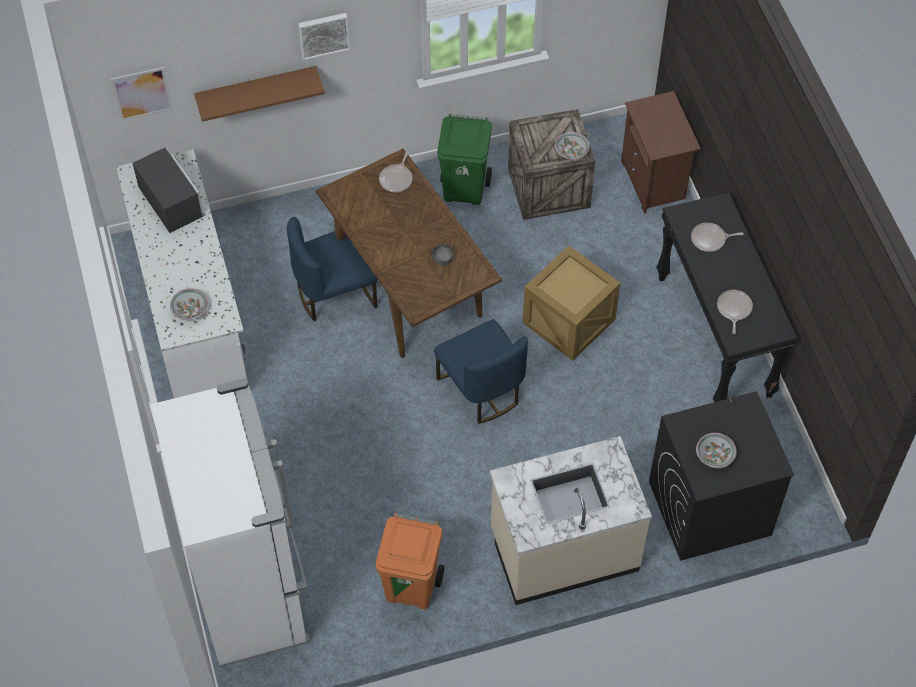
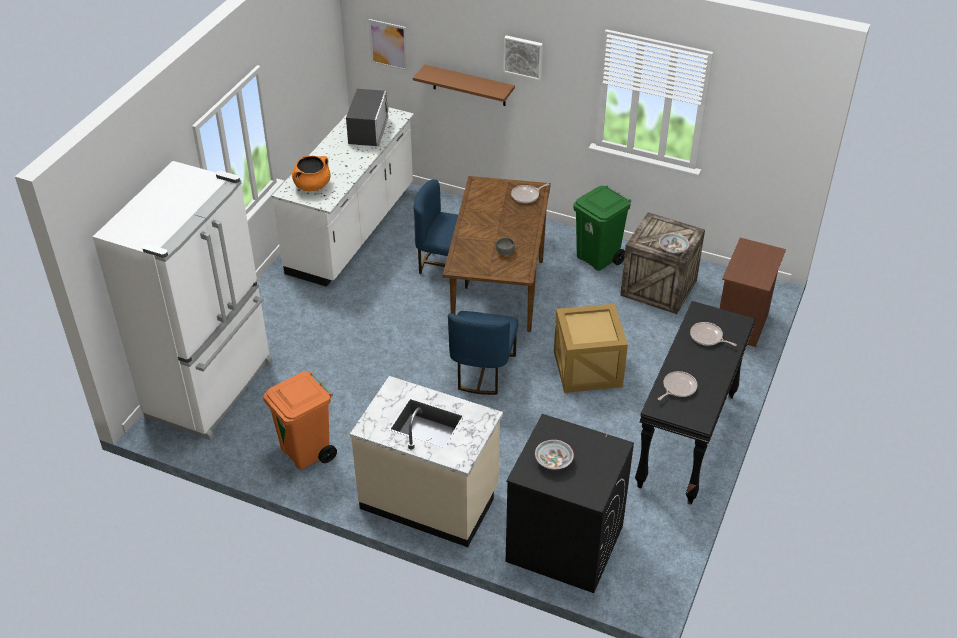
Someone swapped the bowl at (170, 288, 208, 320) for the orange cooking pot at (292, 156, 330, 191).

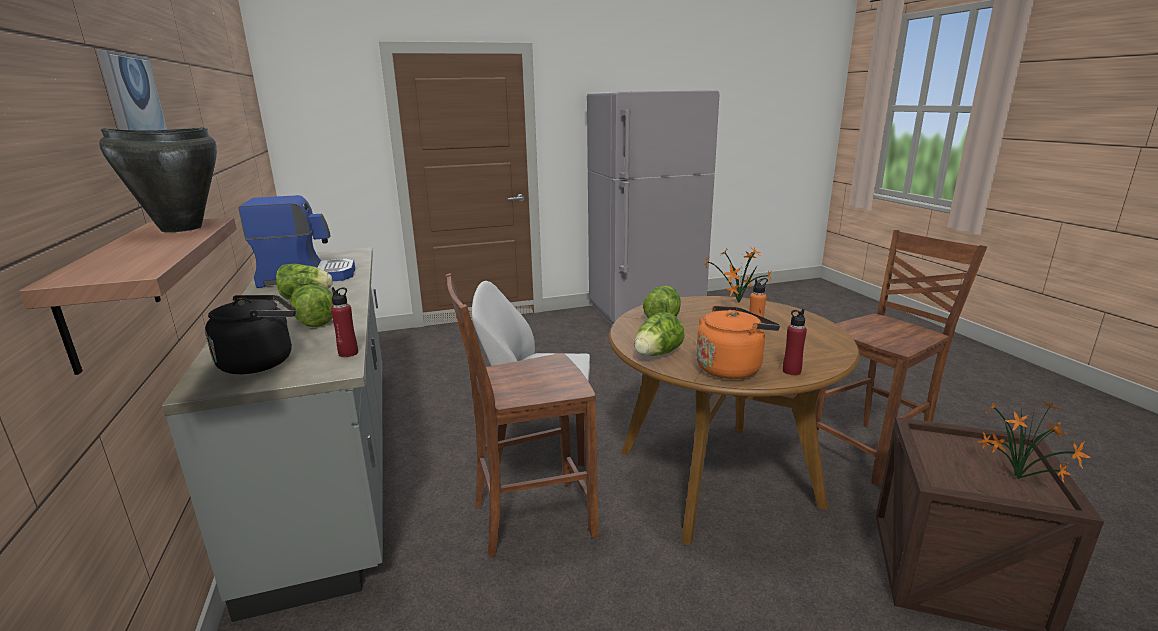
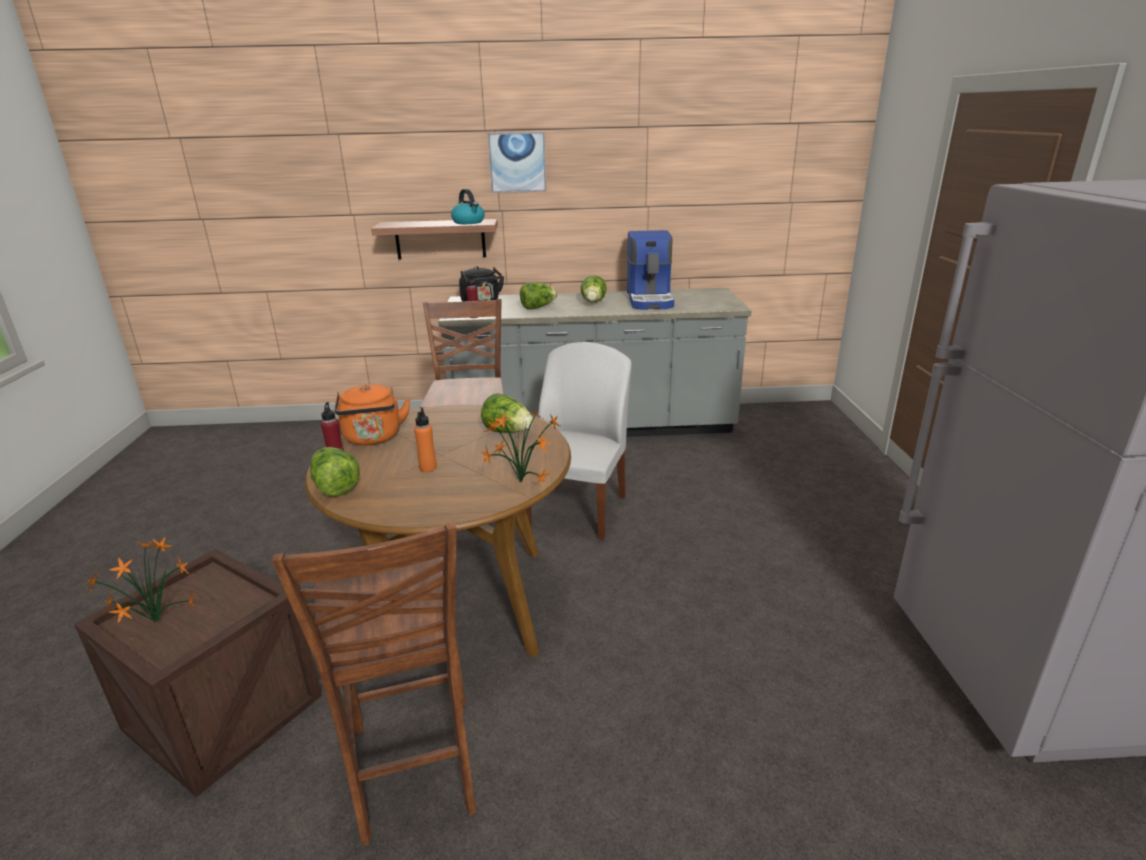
Someone carried the lettuce from (634, 312, 685, 356) to (310, 447, 360, 497). Someone swapped the black cooking pot at (99, 127, 217, 232) for the kettle at (451, 189, 485, 224).

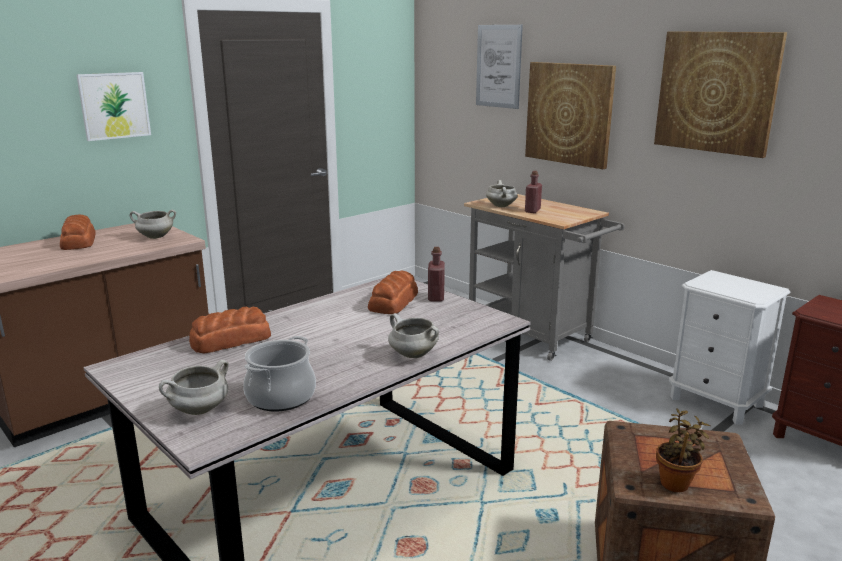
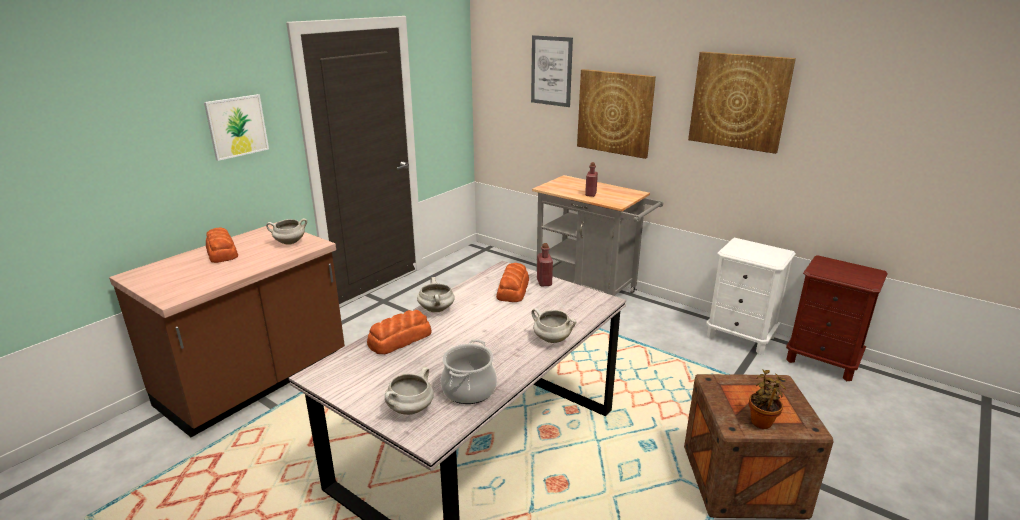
Someone carried the white cooking pot from (486, 180, 518, 207) to (417, 277, 455, 312).

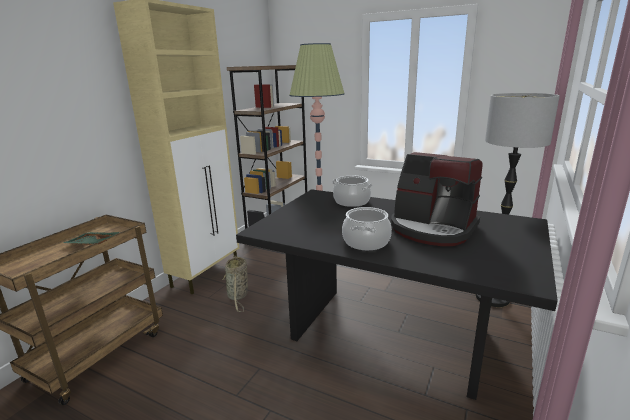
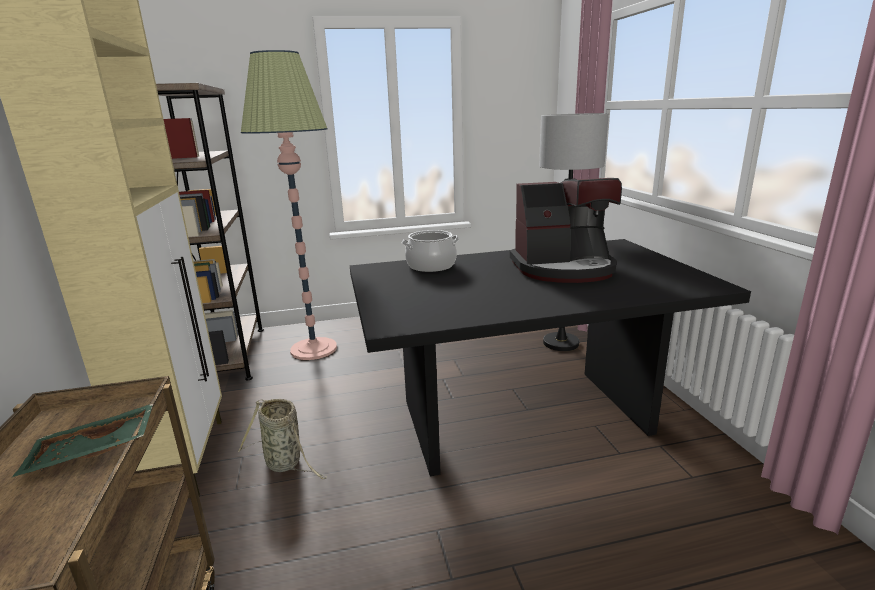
Someone took away the cooking pot at (342, 207, 392, 250).

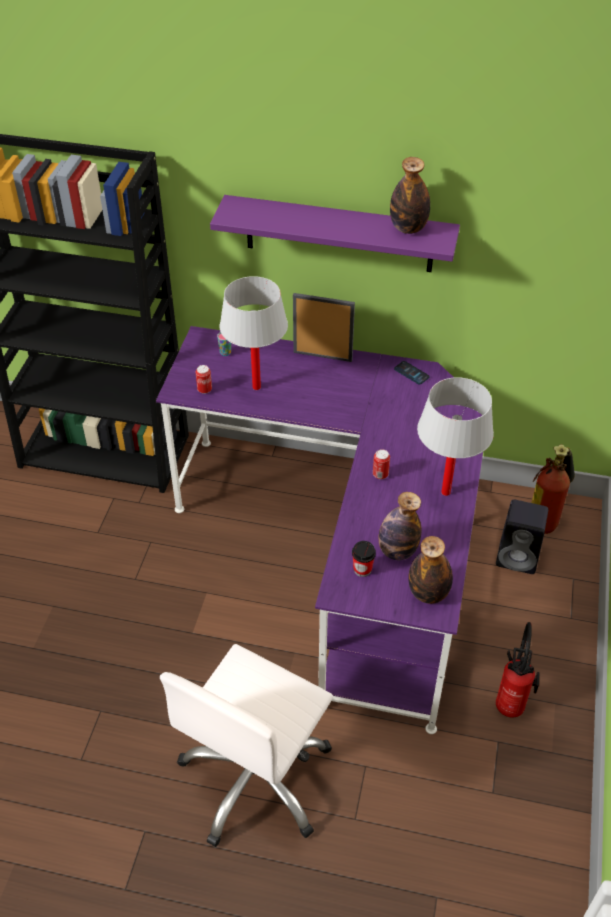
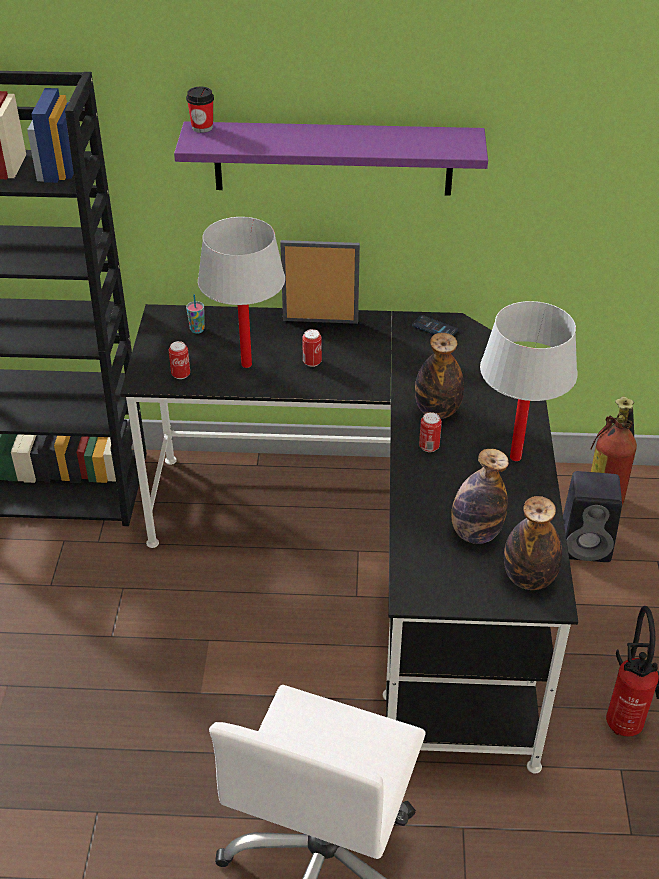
Someone repainted the purple desk at (156, 326, 483, 734), which became the black desk at (120, 304, 578, 773). Someone carried the cup from (352, 541, 376, 577) to (186, 87, 214, 133). Someone put down the can at (302, 329, 322, 367). Someone carried the bottle from (390, 157, 430, 234) to (415, 333, 464, 419).

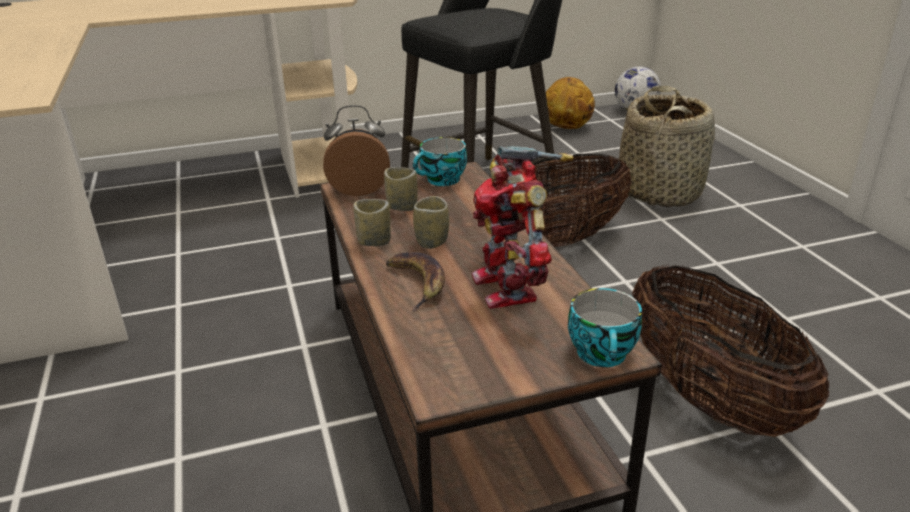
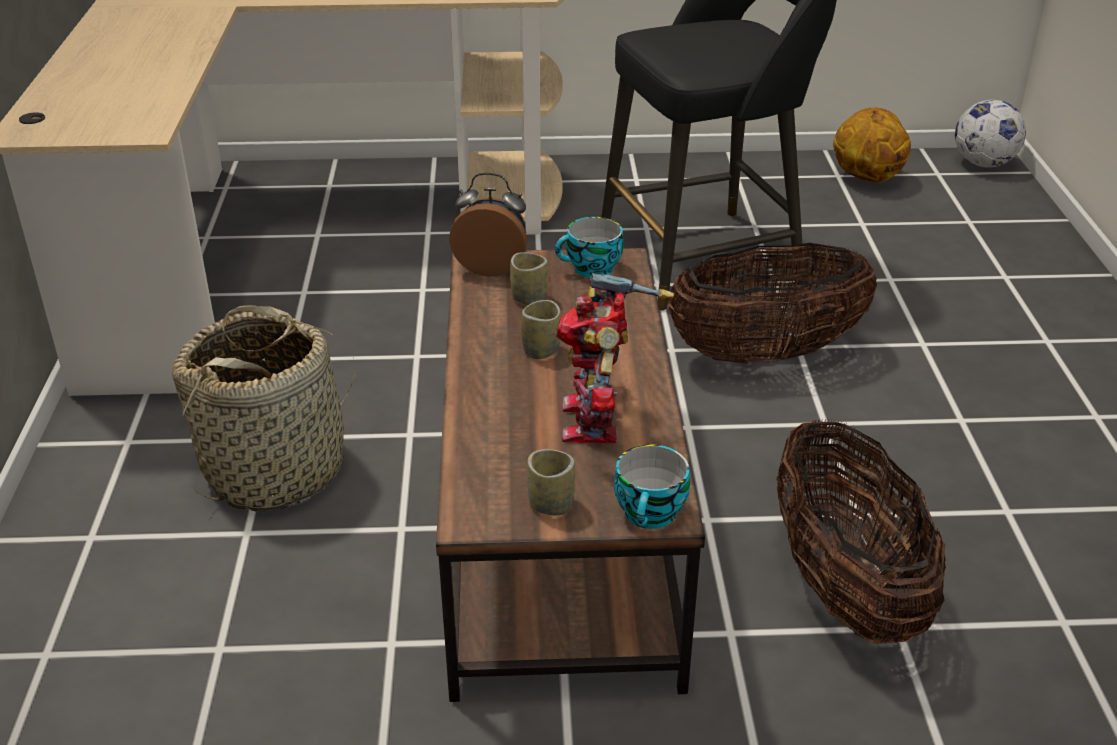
Someone carried the basket from (619, 86, 715, 207) to (172, 305, 355, 512). Someone carried the cup from (353, 199, 391, 246) to (527, 449, 575, 515). Someone took away the banana at (386, 252, 445, 312).

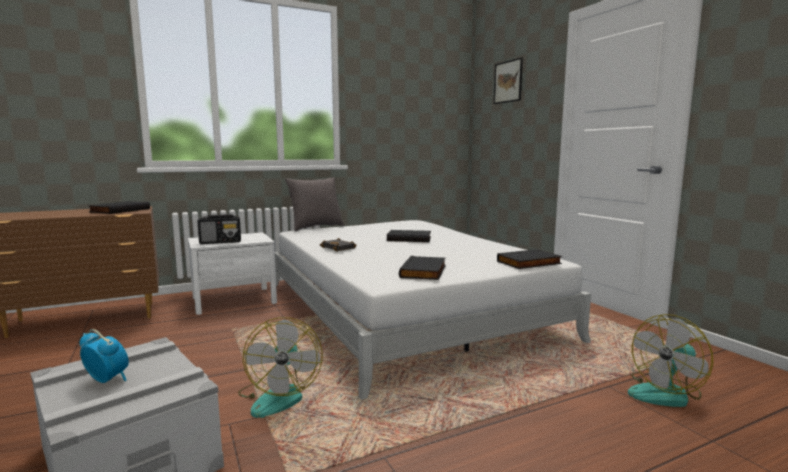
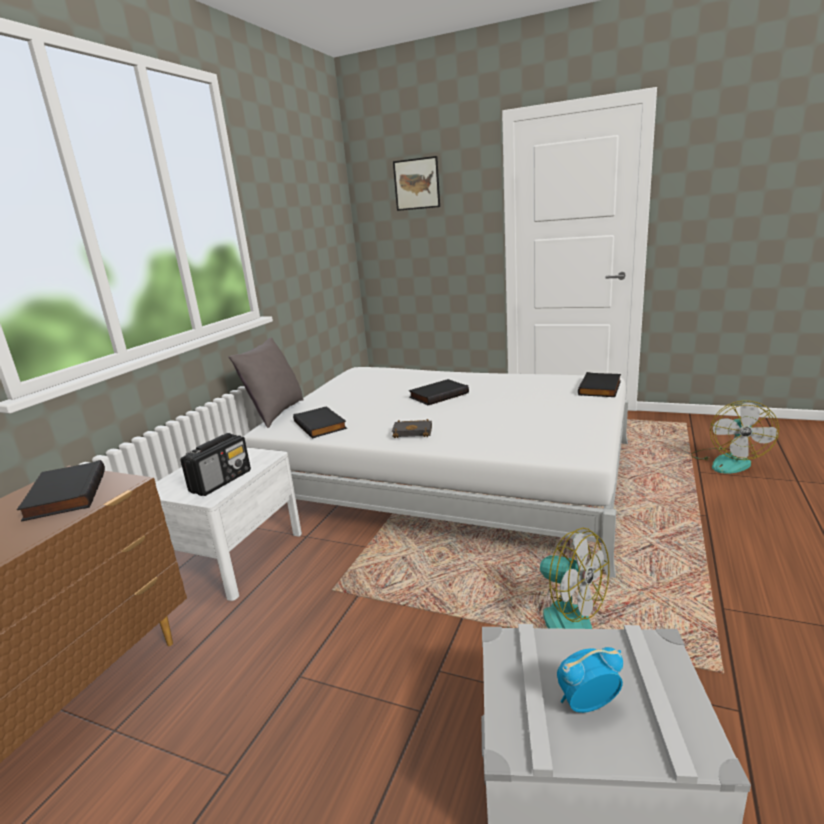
Someone carried the black book from (399, 256, 446, 280) to (293, 406, 347, 438).

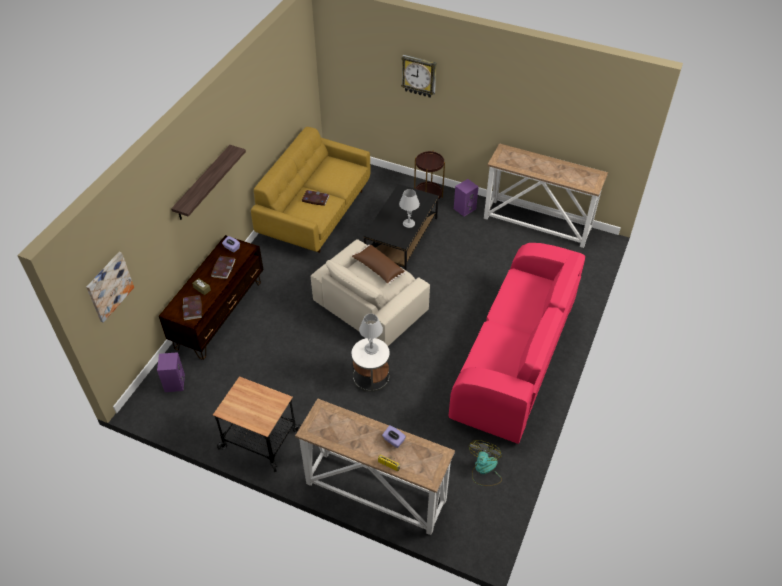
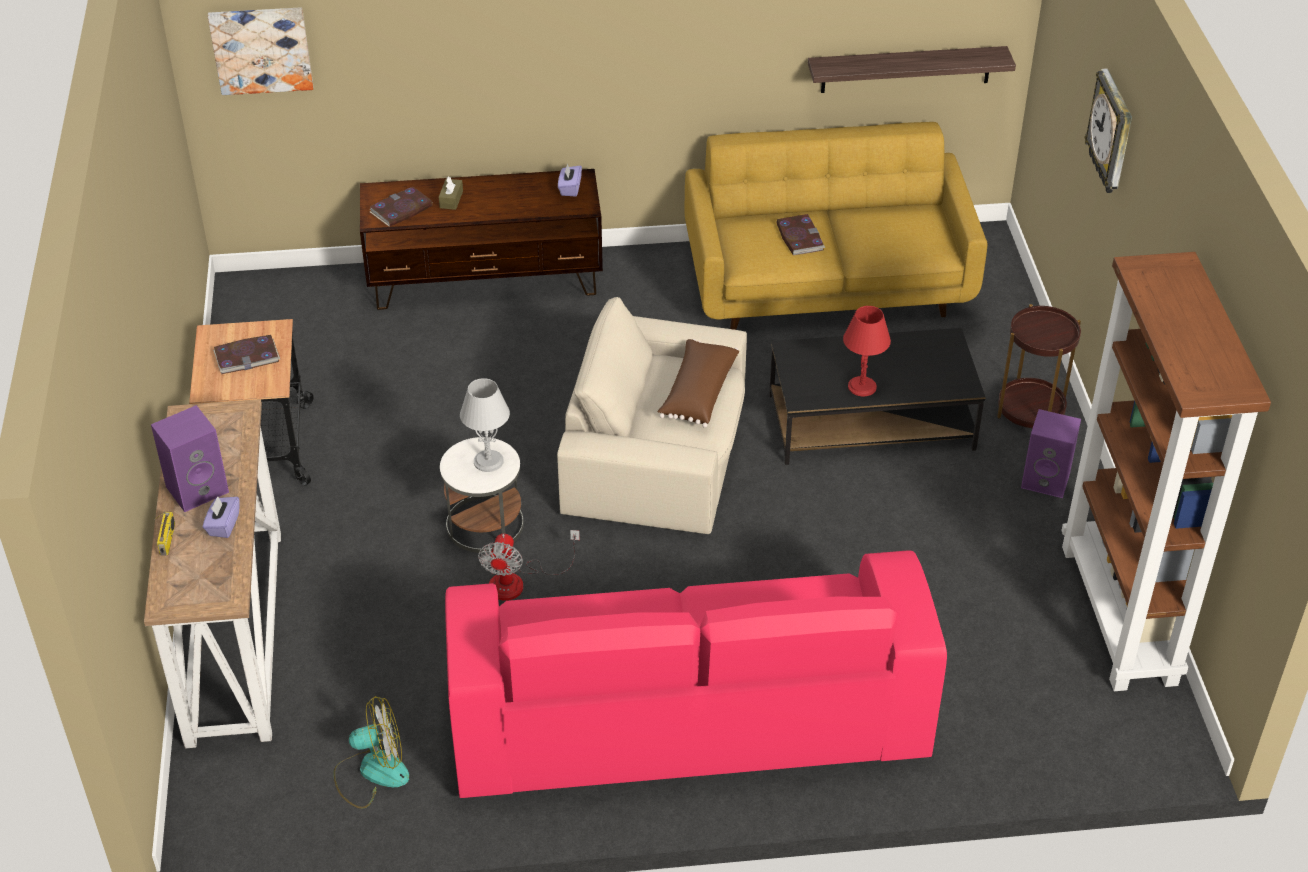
Someone carried the purple speaker from (157, 352, 185, 392) to (151, 405, 229, 512). Someone carried the book from (211, 256, 236, 279) to (213, 335, 280, 374). Someone put down the fan at (478, 530, 580, 601). Someone carried the shelf from (171, 145, 246, 220) to (808, 46, 1016, 93). Someone repainted the grey table lamp at (399, 189, 420, 228), which became the red table lamp at (843, 306, 891, 396). Someone swapped the console table at (484, 143, 608, 248) for the brown bookcase at (1061, 252, 1271, 691).

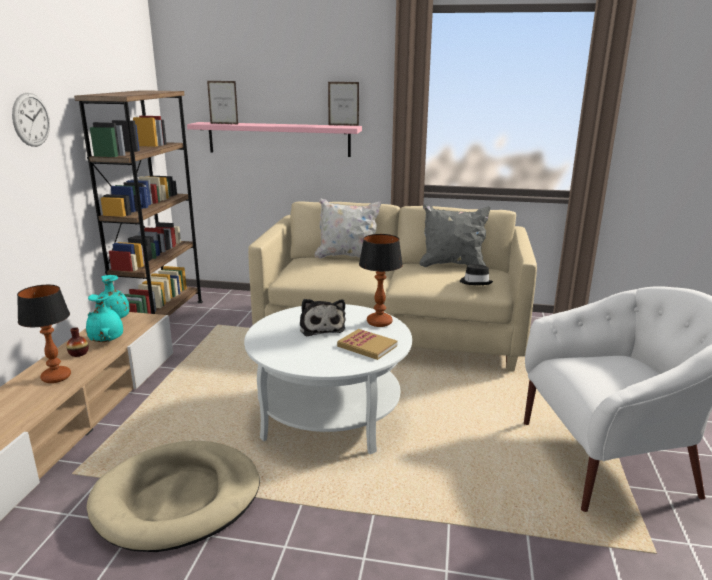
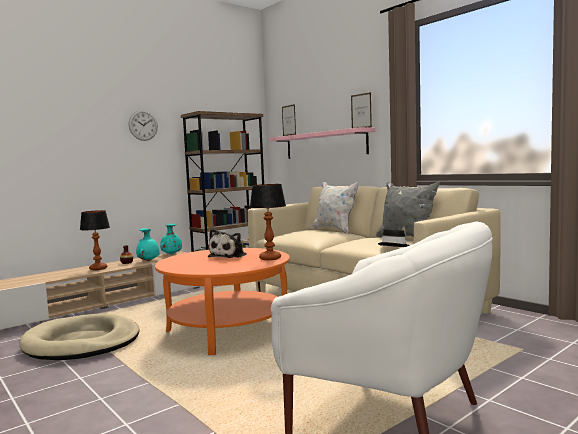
Someone repainted the white coffee table at (244, 304, 412, 454), which became the orange coffee table at (155, 248, 290, 355). Someone took away the book at (337, 329, 397, 360).

